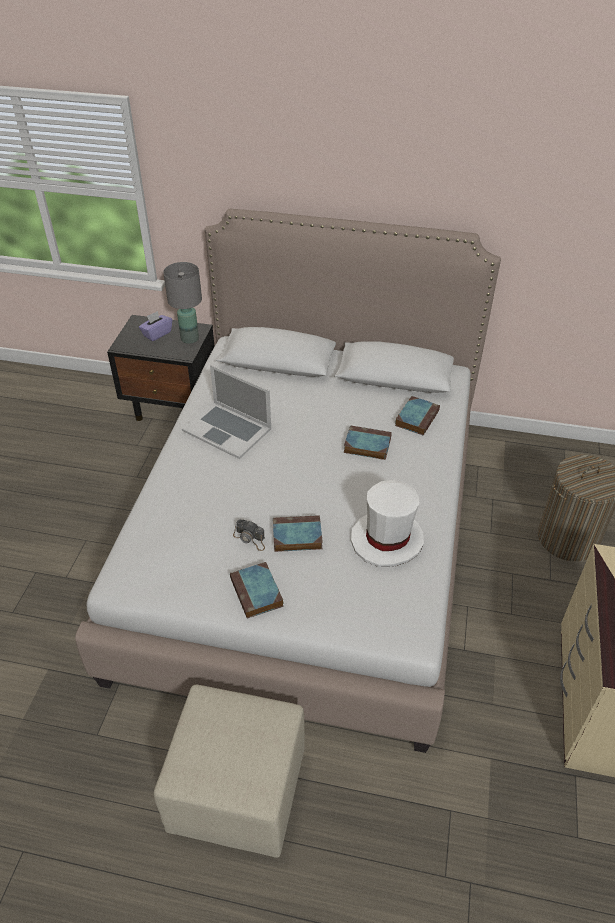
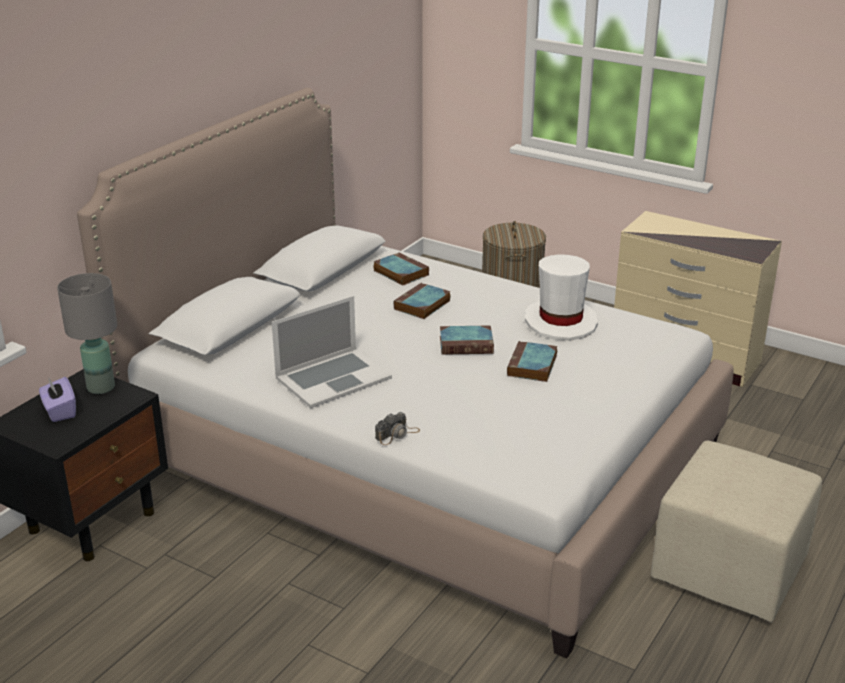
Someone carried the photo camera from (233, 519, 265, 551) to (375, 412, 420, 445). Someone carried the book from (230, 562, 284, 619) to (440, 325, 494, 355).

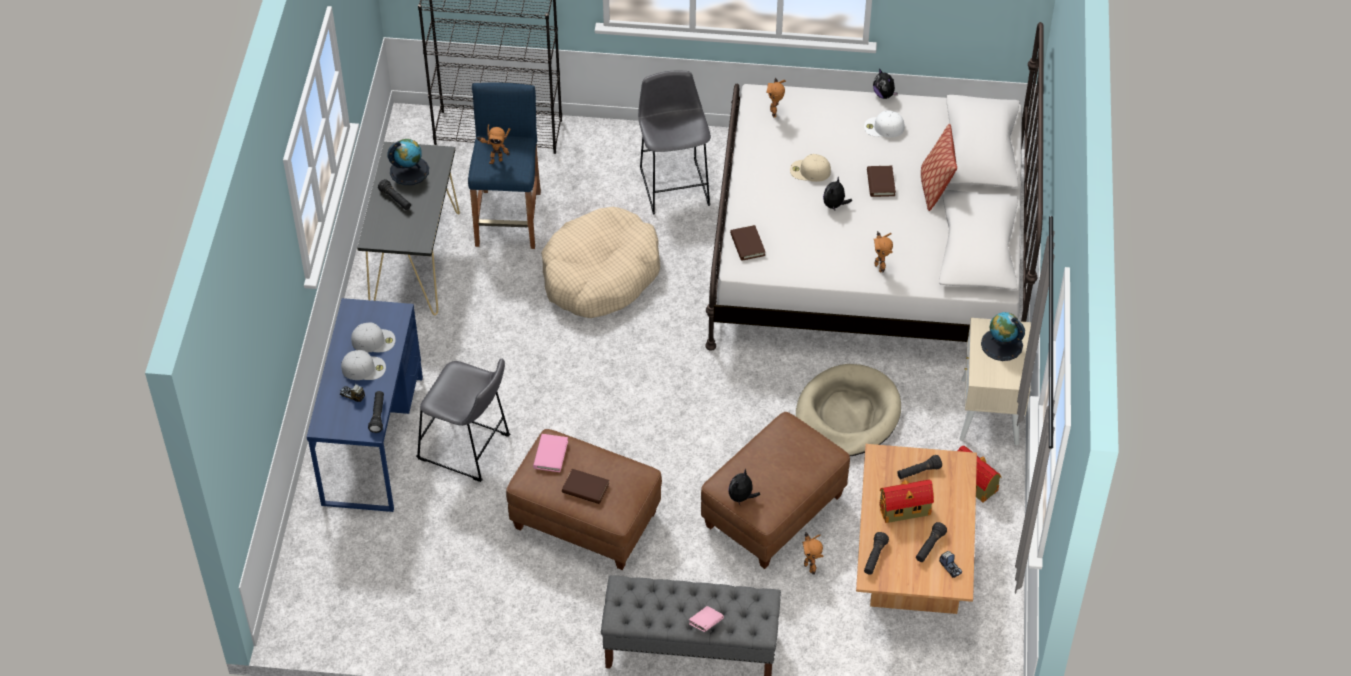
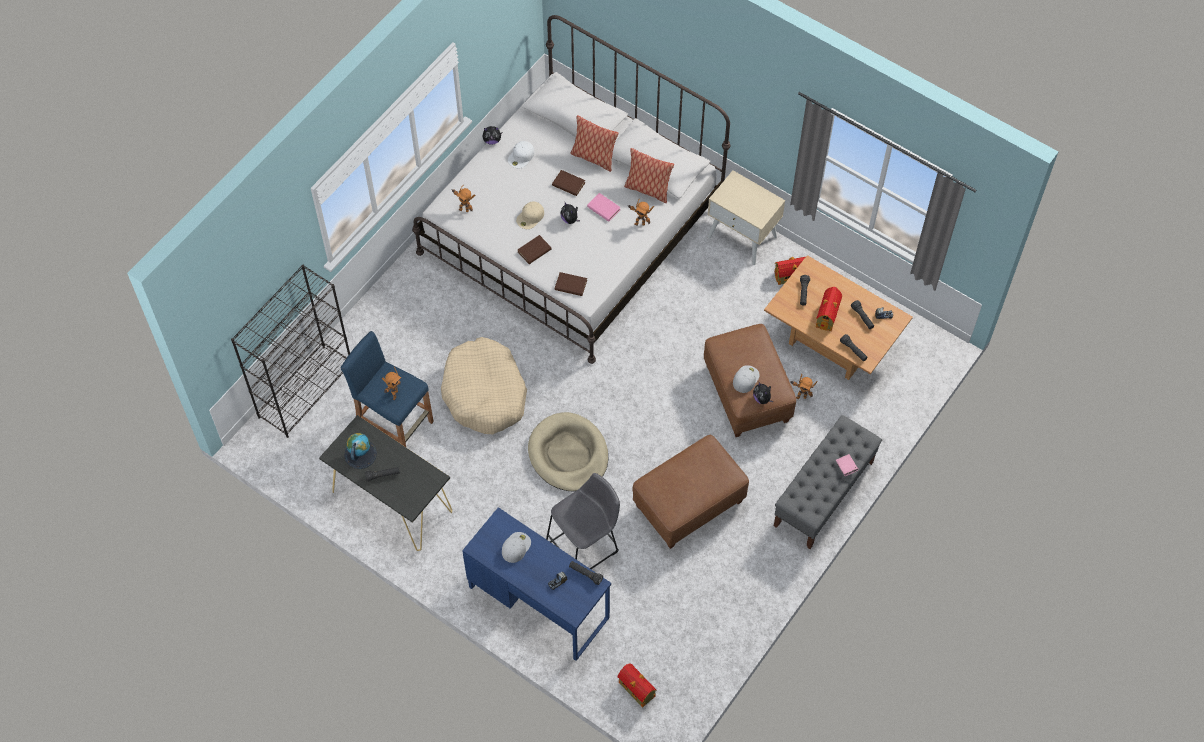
Someone carried the brown book from (562, 469, 609, 504) to (518, 235, 552, 264). Someone carried the beige dog bed from (796, 364, 901, 456) to (528, 412, 608, 491). Someone carried the pink book from (533, 434, 568, 472) to (587, 193, 621, 222). Someone put down the toy house at (617, 664, 657, 708). Someone put down the pillow at (624, 148, 674, 203). Someone carried the white cap from (341, 350, 386, 380) to (733, 365, 760, 393). Someone took away the grey stool at (638, 70, 711, 214). Someone took away the globe at (981, 312, 1025, 361).

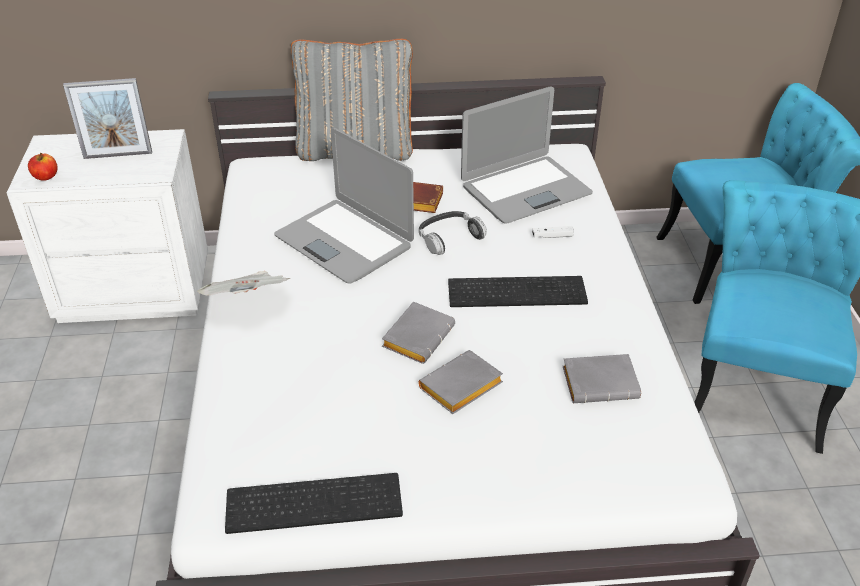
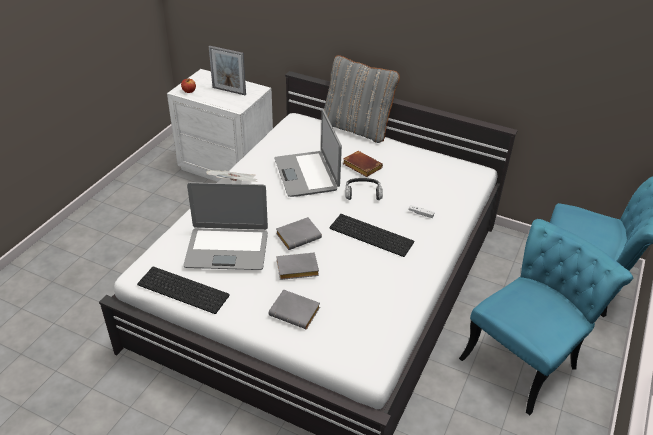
Someone carried the laptop from (461, 86, 593, 224) to (183, 182, 268, 270). Someone carried the grey book from (563, 354, 641, 403) to (269, 289, 320, 329).

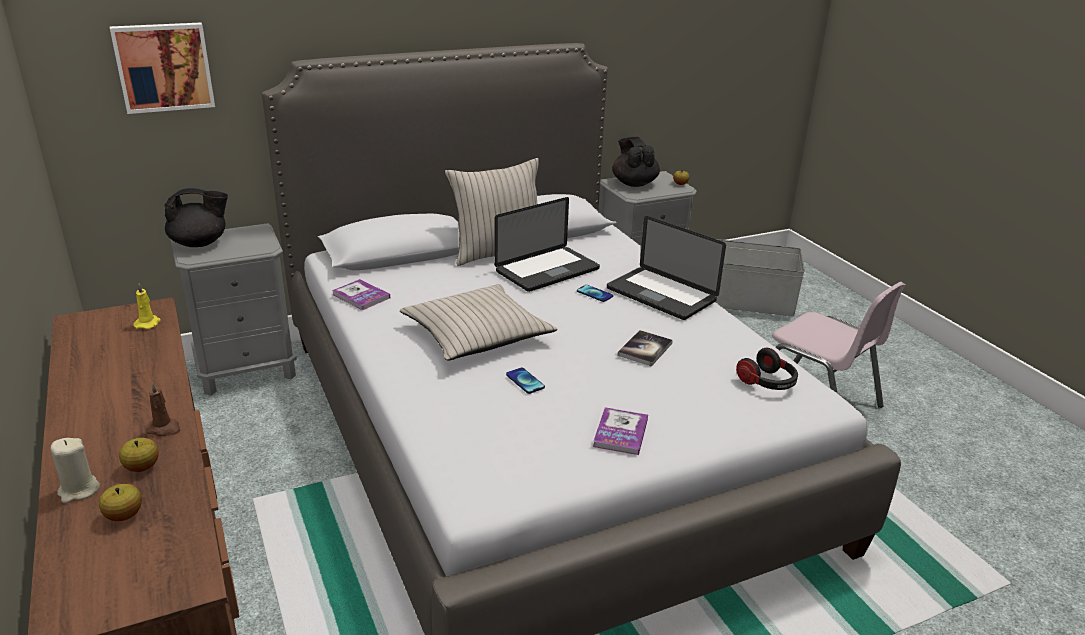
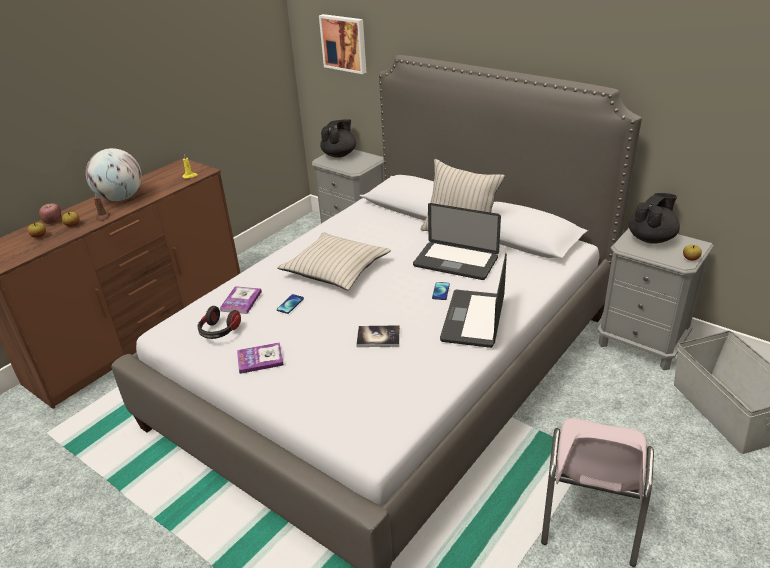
Someone swapped the beige candle at (51, 438, 100, 503) for the apple at (39, 203, 61, 224). Someone put down the globe at (86, 148, 142, 201). Someone carried the headphones from (736, 348, 798, 390) to (198, 306, 241, 339). Someone carried the book from (332, 279, 390, 310) to (220, 286, 262, 314). Someone rotated the black teapot at (164, 188, 228, 247) by 105 degrees counterclockwise.

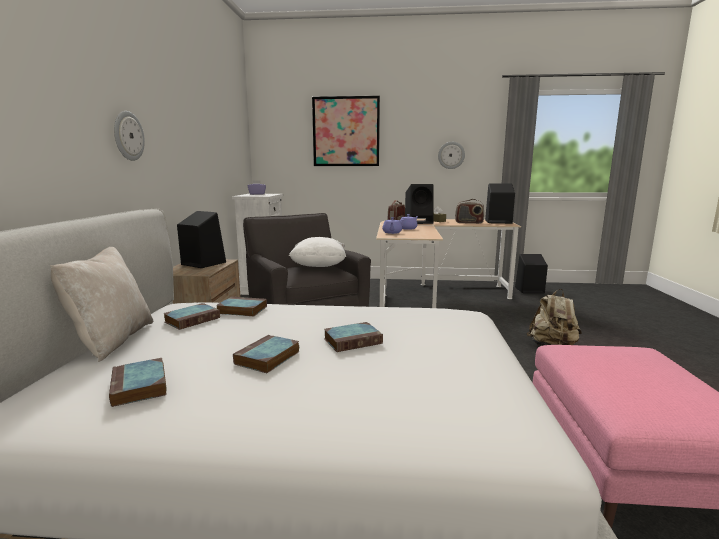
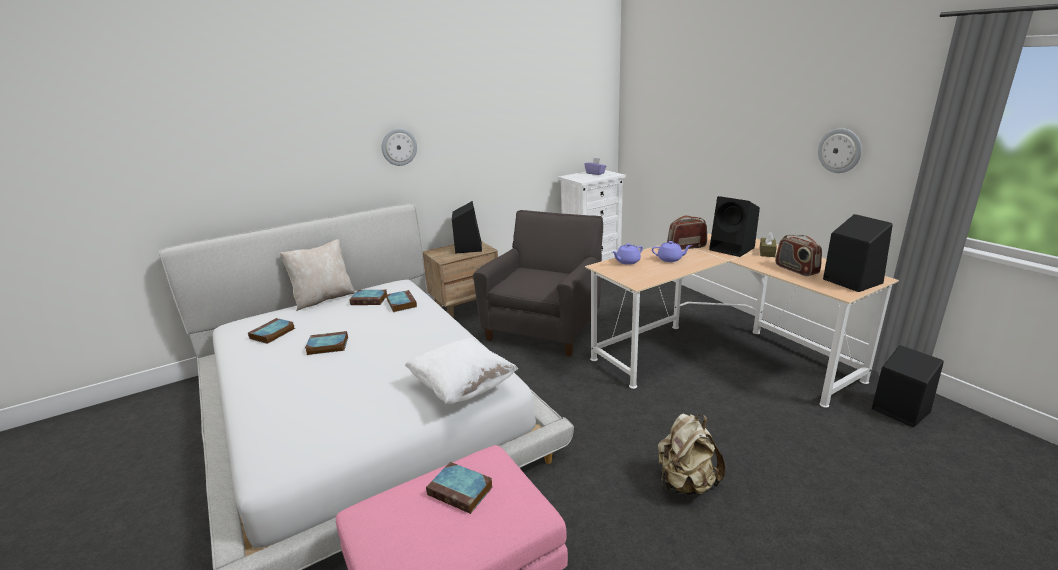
Someone carried the white pillow from (289, 237, 346, 267) to (405, 338, 518, 404). Someone carried the book from (324, 322, 383, 352) to (426, 462, 493, 514). Someone took away the picture at (312, 96, 380, 166).

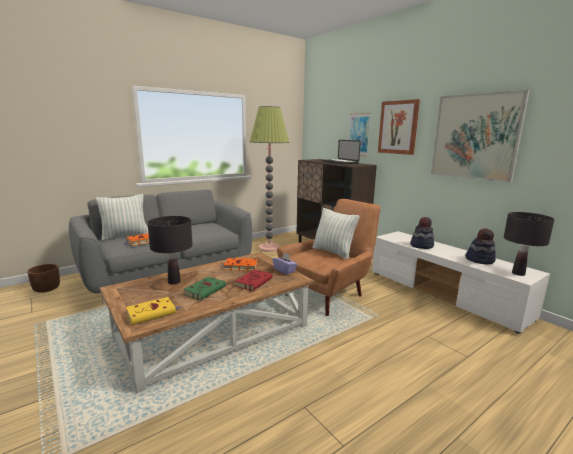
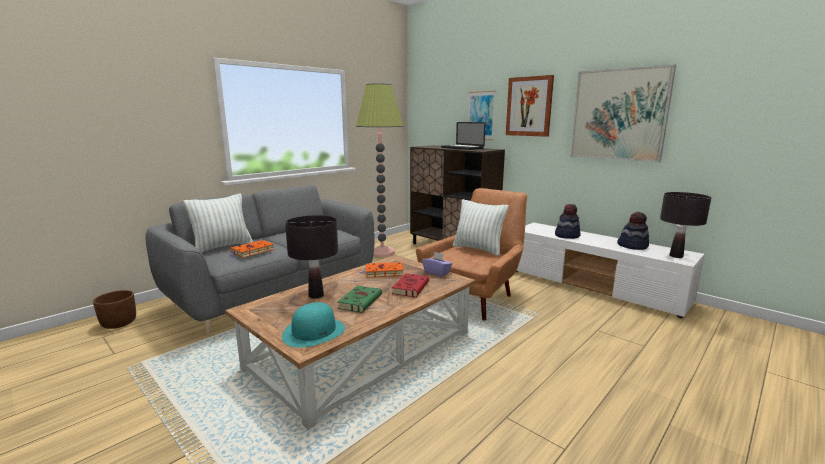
Someone swapped the yellow book at (126, 297, 181, 325) for the turquoise hat at (282, 302, 345, 348).

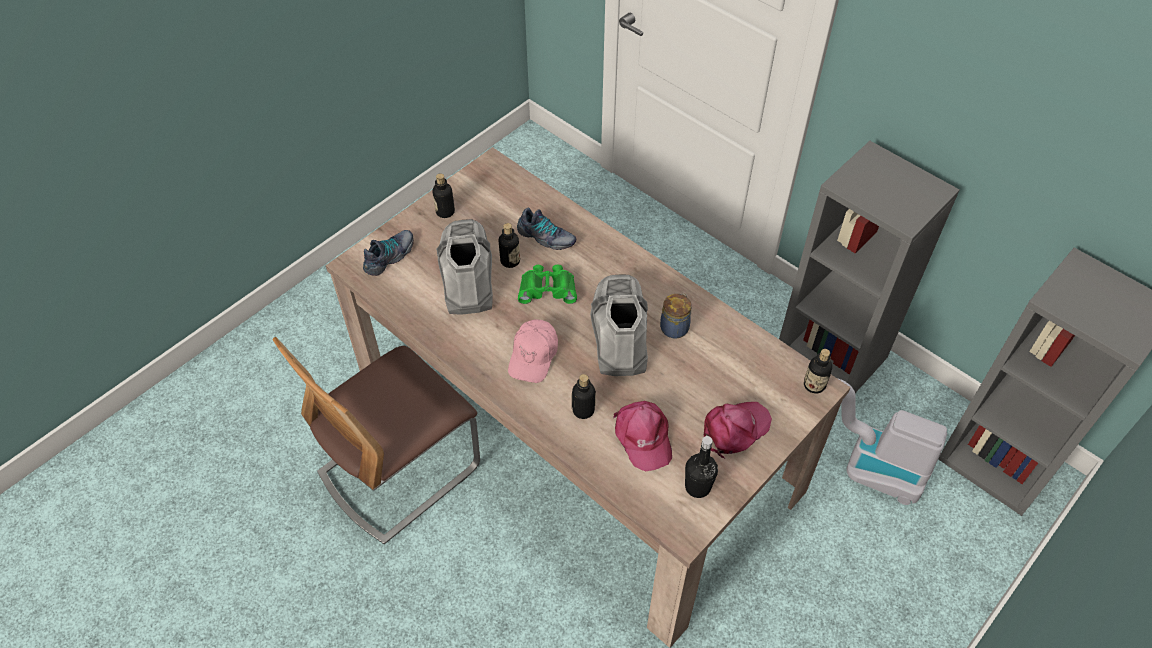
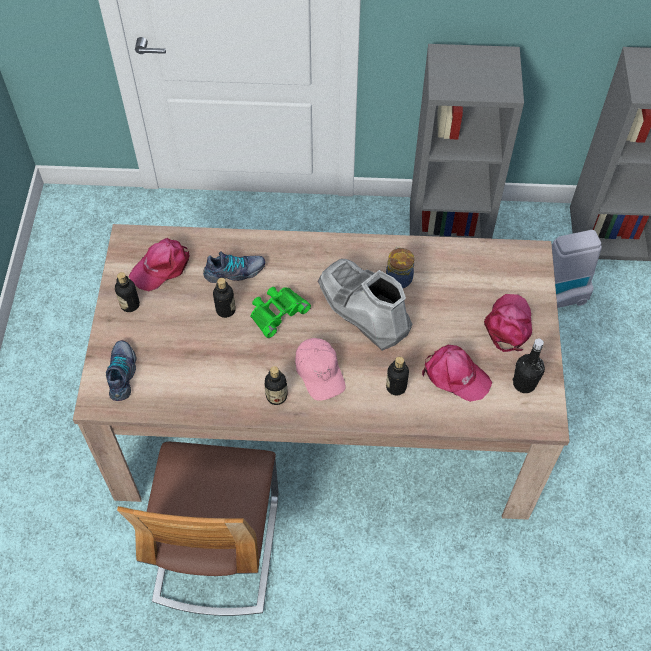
Someone put down the pink cap at (129, 238, 190, 291). Someone carried the bottle from (804, 349, 832, 394) to (264, 366, 288, 405). Someone took away the grey boot at (436, 219, 493, 315).

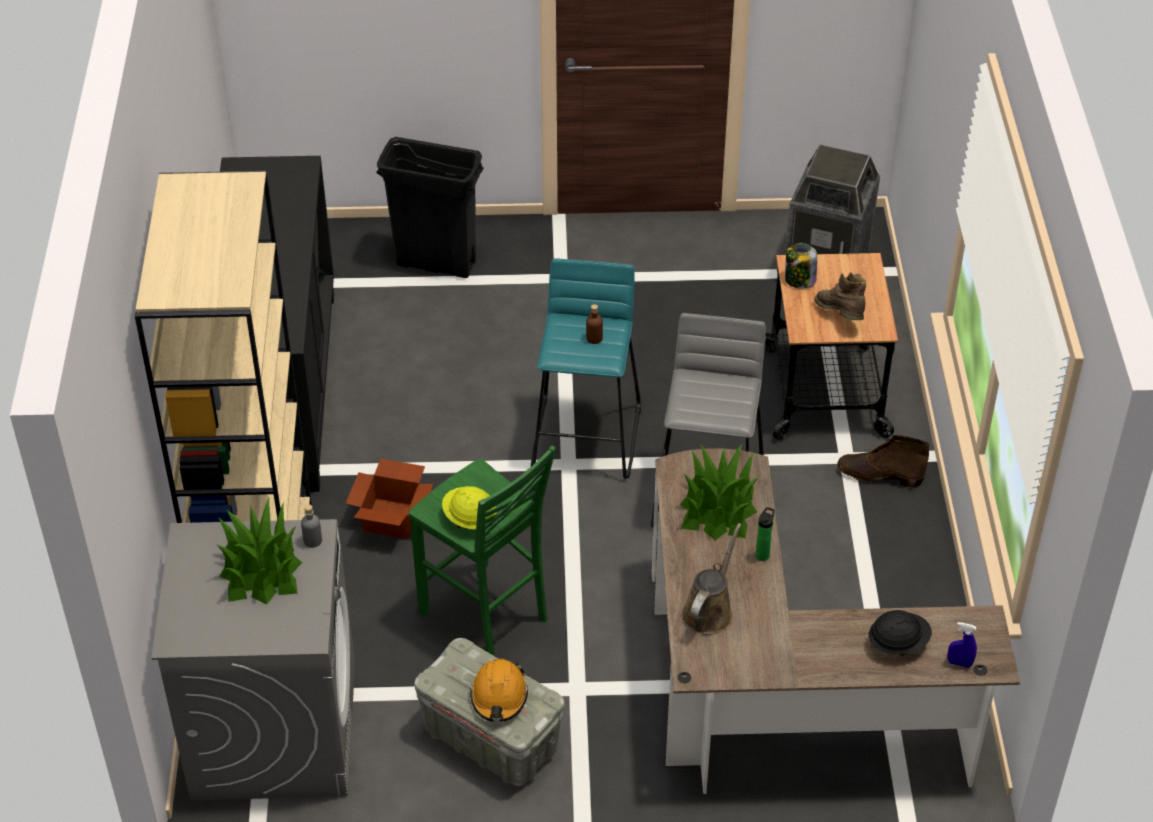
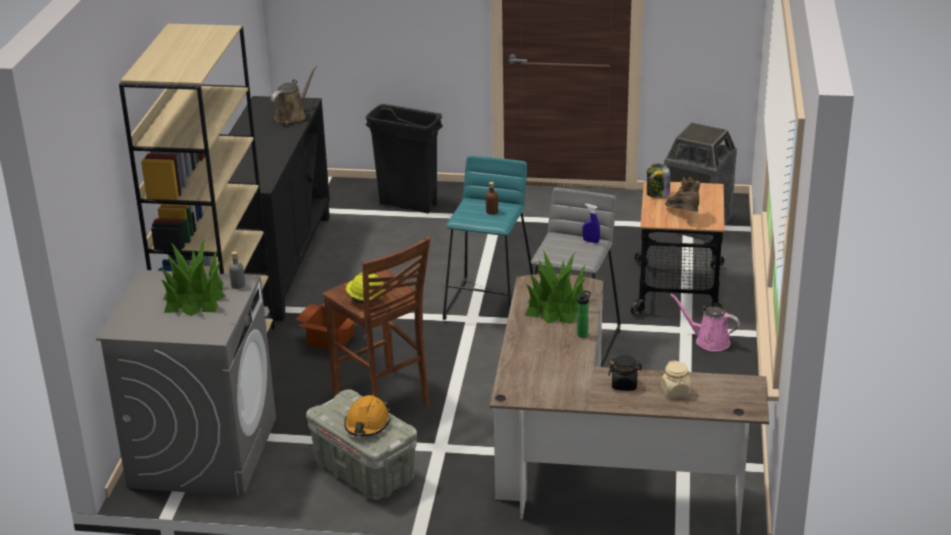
Someone carried the brown watering can from (682, 523, 742, 635) to (271, 65, 317, 123). Someone repainted the green stool at (409, 446, 556, 656), which became the brown stool at (323, 237, 430, 407). Someone carried the blue spray bottle from (948, 622, 977, 668) to (582, 204, 600, 243). Someone put down the black jar at (608, 355, 642, 391). Someone swapped the black hard hat at (869, 610, 932, 656) for the beige jar at (661, 360, 691, 398). Someone swapped the brown boot at (837, 435, 929, 488) for the pink watering can at (670, 294, 740, 351).

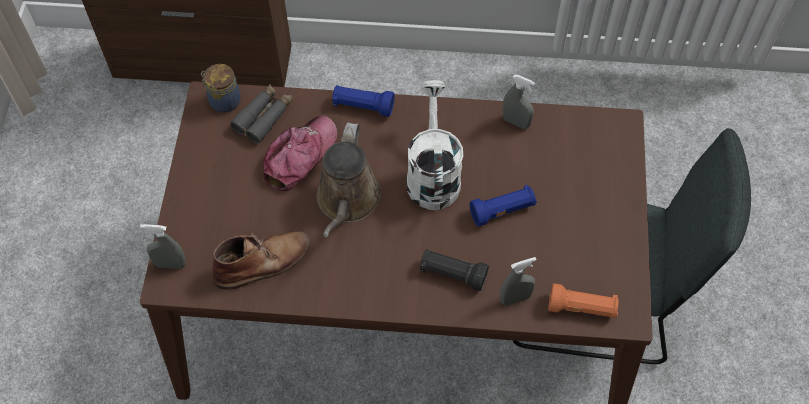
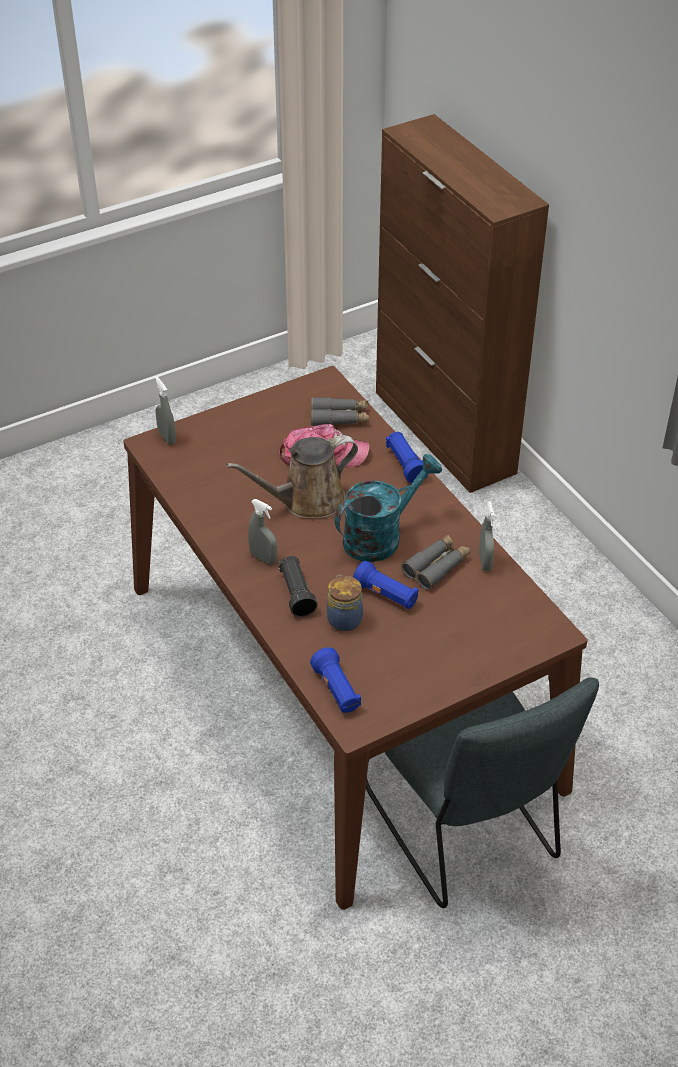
Someone carried the grey spray bottle from (500, 257, 537, 306) to (248, 499, 277, 564). Someone repainted the orange flashlight at (548, 283, 619, 318), which became the blue flashlight at (310, 647, 361, 713). Someone carried the jar from (201, 64, 241, 113) to (327, 575, 363, 631). Someone repainted the white watering can at (407, 80, 463, 210), which became the turquoise watering can at (335, 454, 442, 562). Someone put down the grey binoculars at (402, 534, 471, 589). Someone took away the brown boot at (212, 231, 310, 290).

